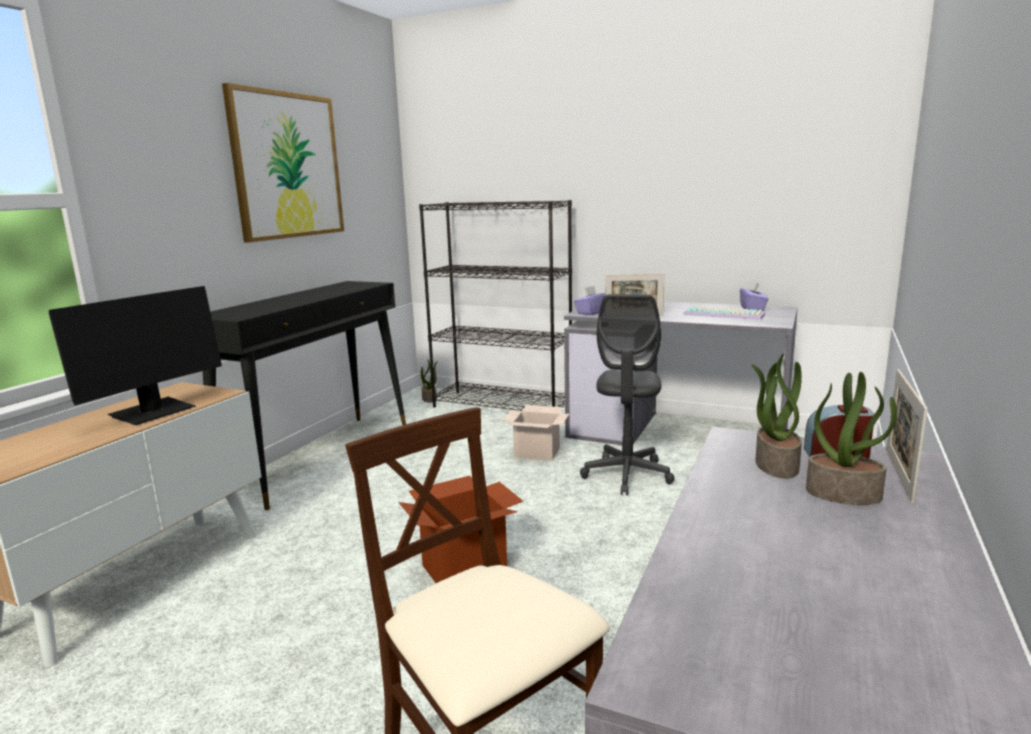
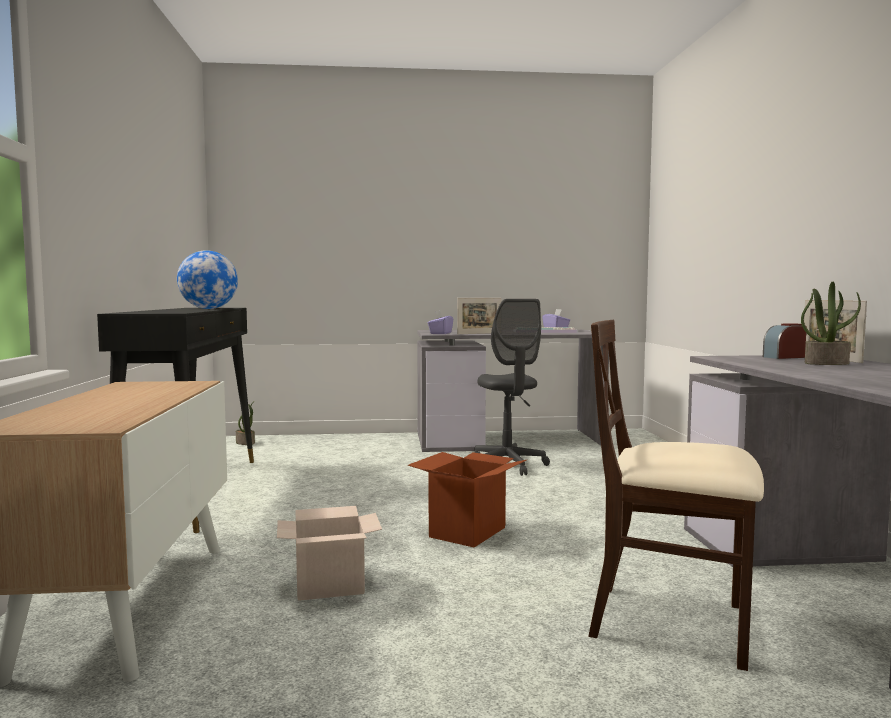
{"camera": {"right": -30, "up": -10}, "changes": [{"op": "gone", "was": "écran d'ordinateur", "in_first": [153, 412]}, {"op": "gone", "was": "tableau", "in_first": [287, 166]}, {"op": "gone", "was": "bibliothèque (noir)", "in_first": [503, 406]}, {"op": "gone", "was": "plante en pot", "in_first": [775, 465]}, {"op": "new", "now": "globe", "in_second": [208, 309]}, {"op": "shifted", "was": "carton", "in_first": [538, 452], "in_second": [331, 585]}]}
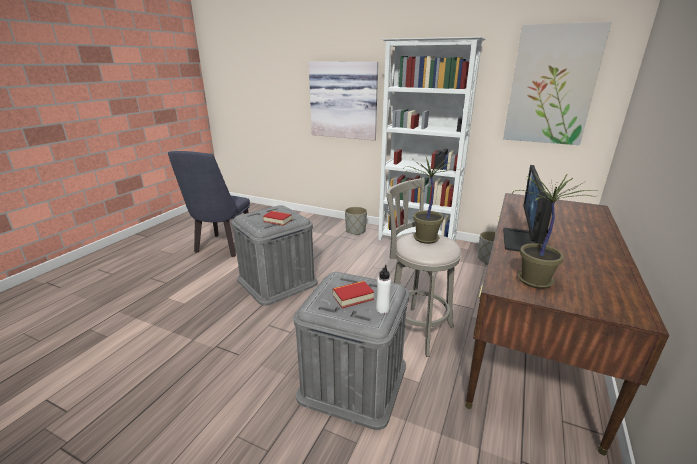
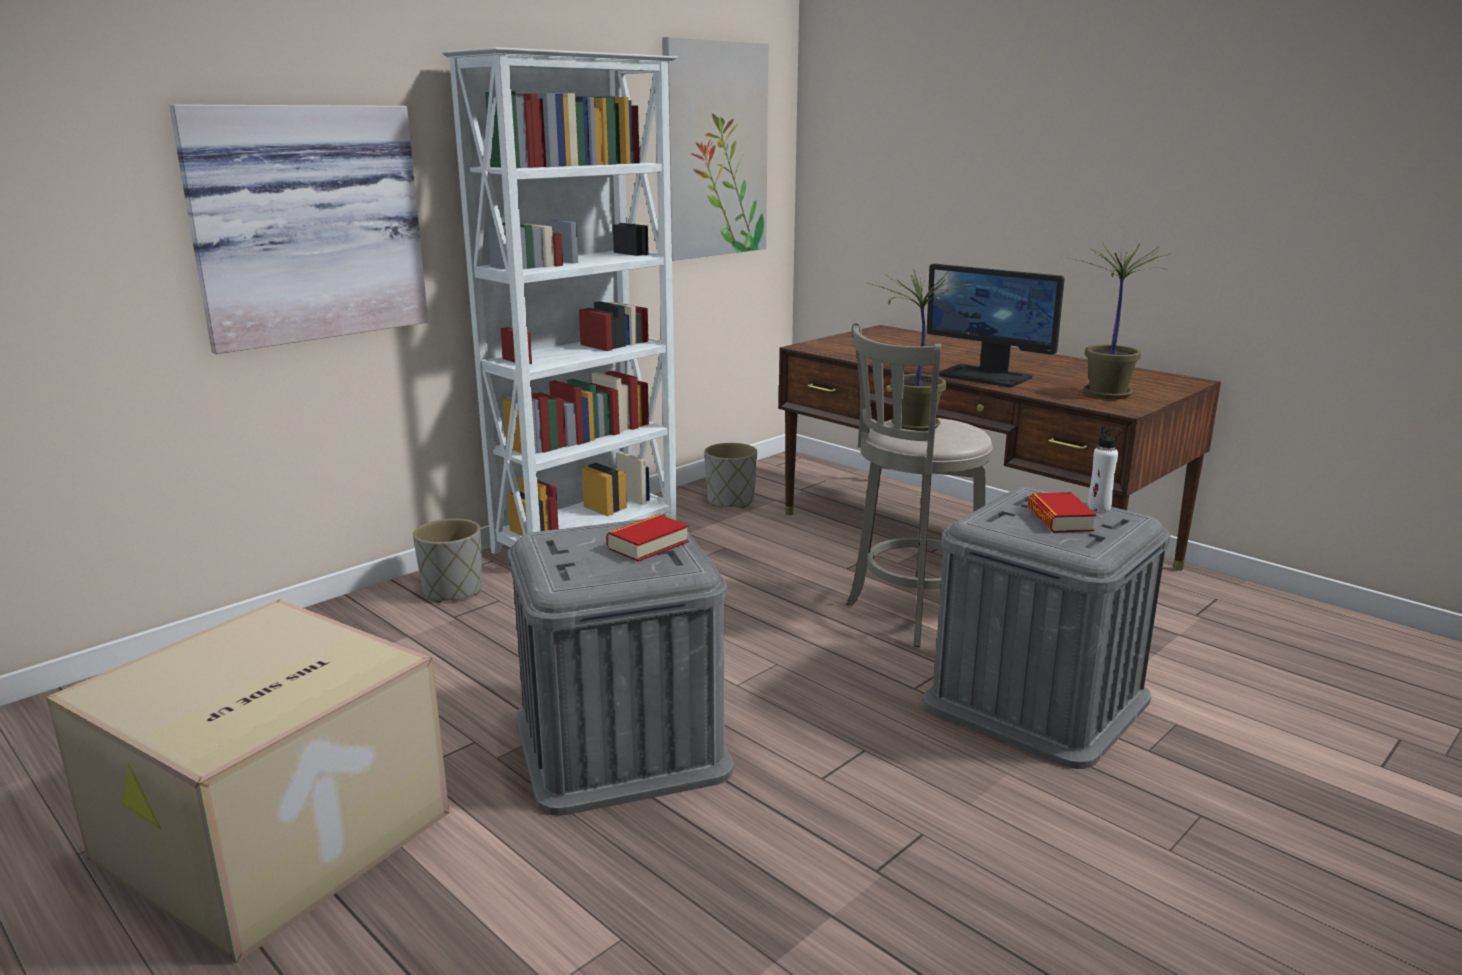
{"camera": {"right": -70, "up": -5}, "changes": [{"op": "swapped", "was": "chaise (bleu)", "now": "carton", "in_first": [221, 248], "in_second": [273, 839]}]}
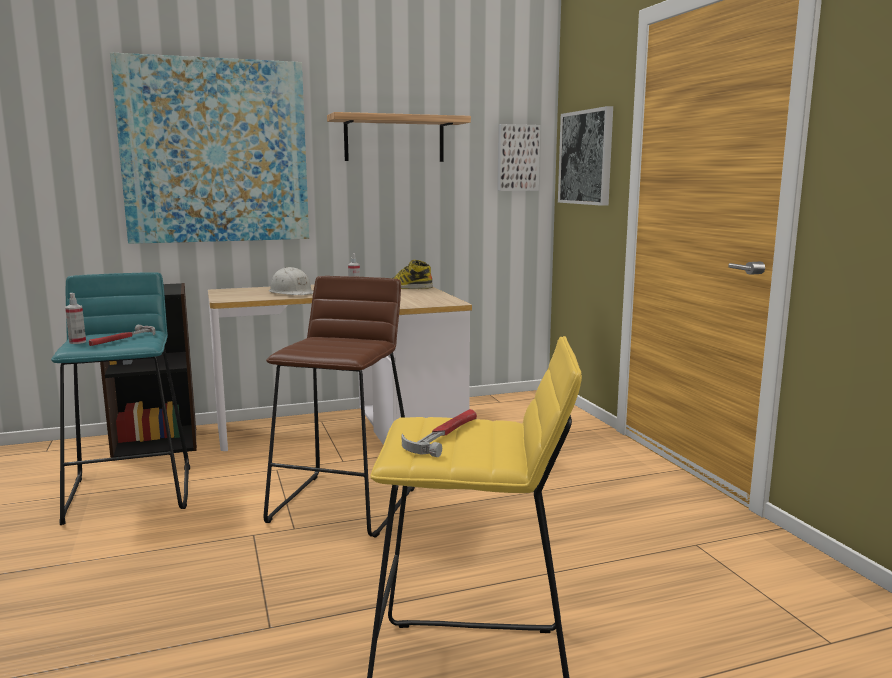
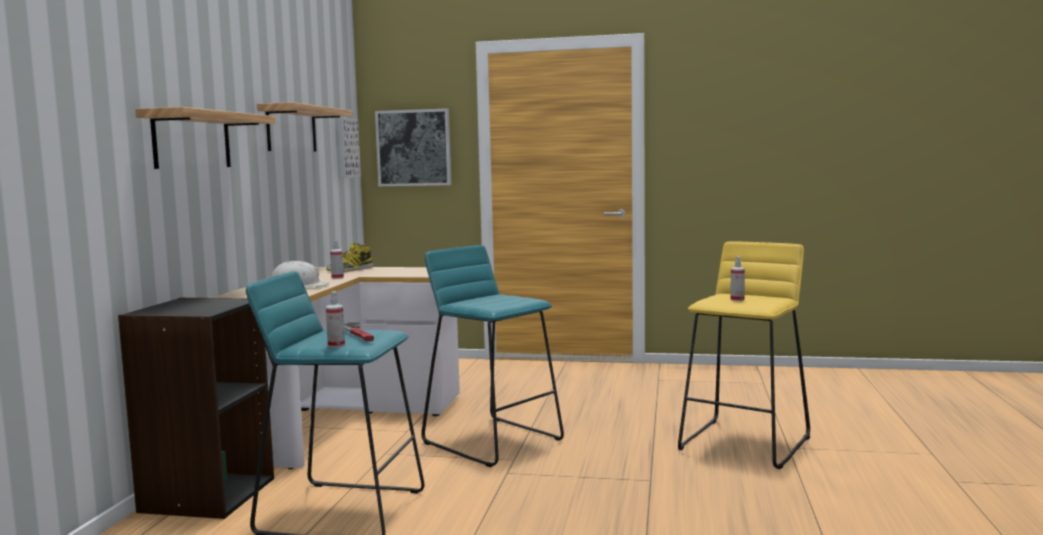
{"camera": {"right": -60, "up": -5}, "changes": [{"op": "swapped", "was": "tableau", "now": "étagère", "in_first": [215, 152], "in_second": [192, 140]}, {"op": "swapped", "was": "marteau", "now": "vaporisateur", "in_first": [443, 435], "in_second": [737, 300]}, {"op": "repainted", "was": "tabouret (marron)", "now": "tabouret (turquoise)", "in_first": [344, 504], "in_second": [493, 441]}]}
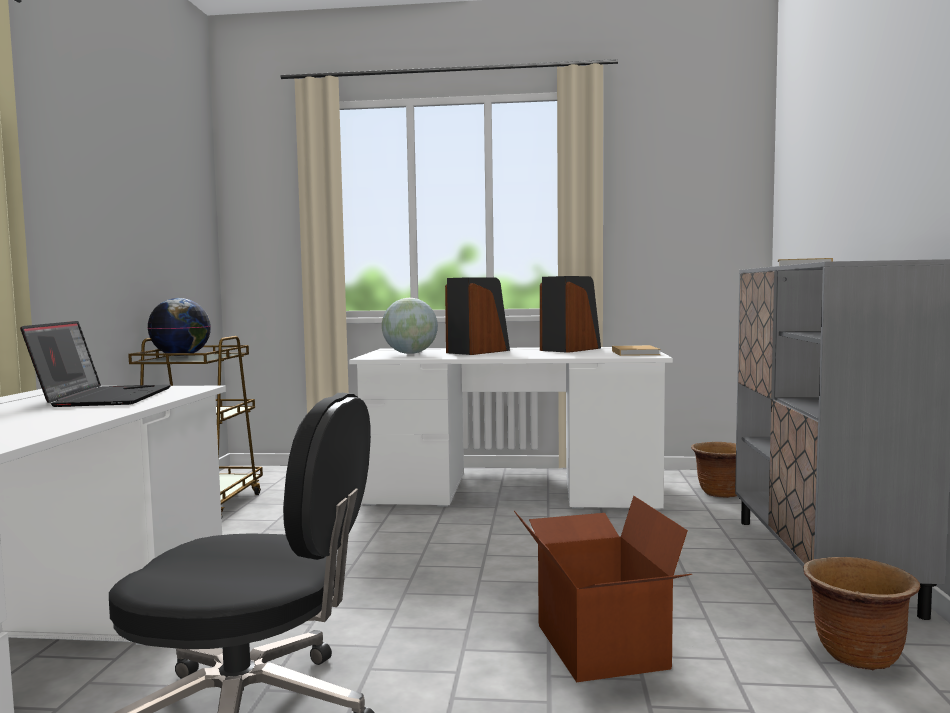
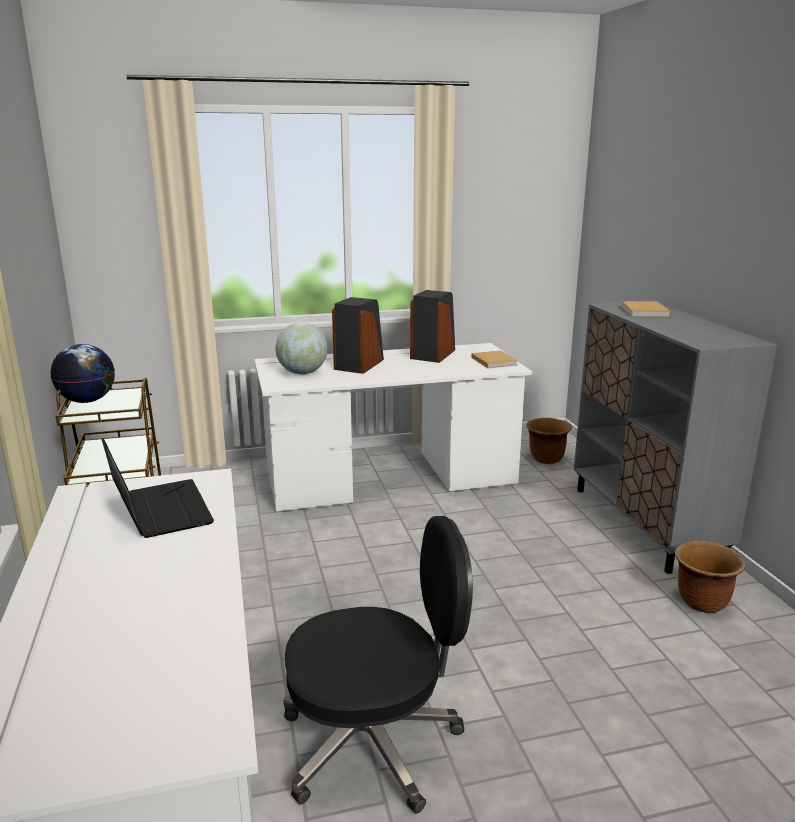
{"camera": {"right": -20, "up": 15}, "changes": [{"op": "gone", "was": "carton", "in_first": [598, 646]}]}
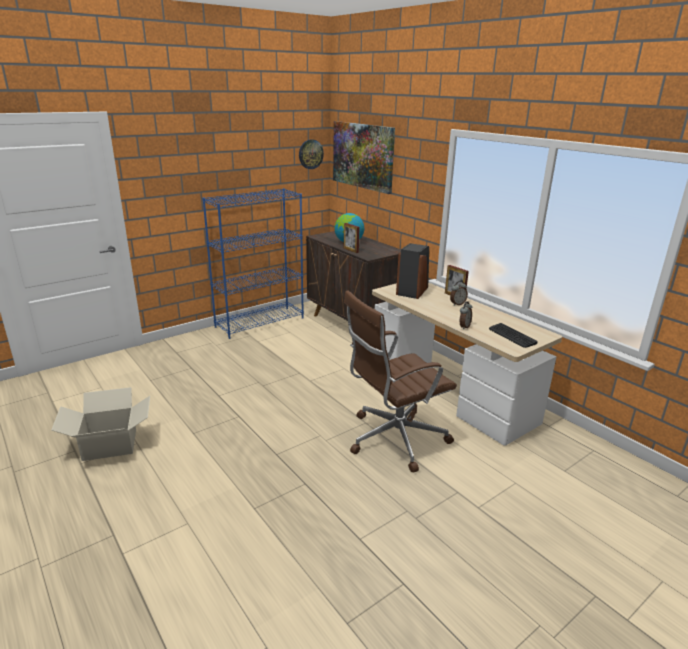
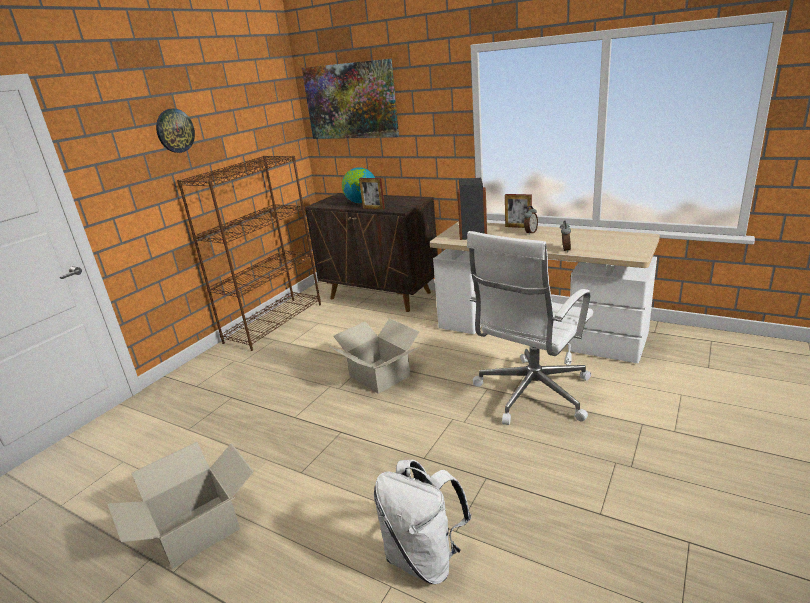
{"camera": {"right": -20, "up": 0}, "changes": [{"op": "gone", "was": "clavier", "in_first": [512, 336]}, {"op": "new", "now": "carton", "in_second": [380, 375]}, {"op": "new", "now": "sac à dos (blanc)", "in_second": [425, 558]}, {"op": "shifted", "was": "horloge murale", "in_first": [310, 154], "in_second": [175, 130]}, {"op": "repainted", "was": "bibliothèque (bleu)", "now": "bibliothèque (marron)", "in_first": [260, 322], "in_second": [274, 322]}, {"op": "repainted", "was": "chaise de bureau (marron)", "now": "chaise de bureau (blanc)", "in_first": [394, 439], "in_second": [531, 394]}]}
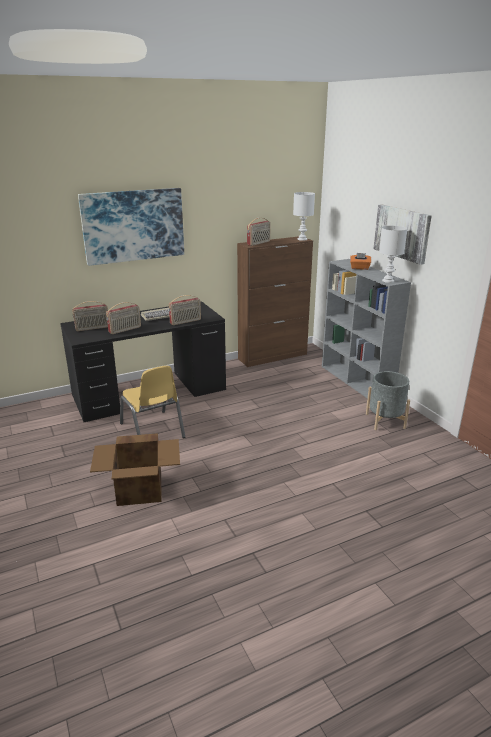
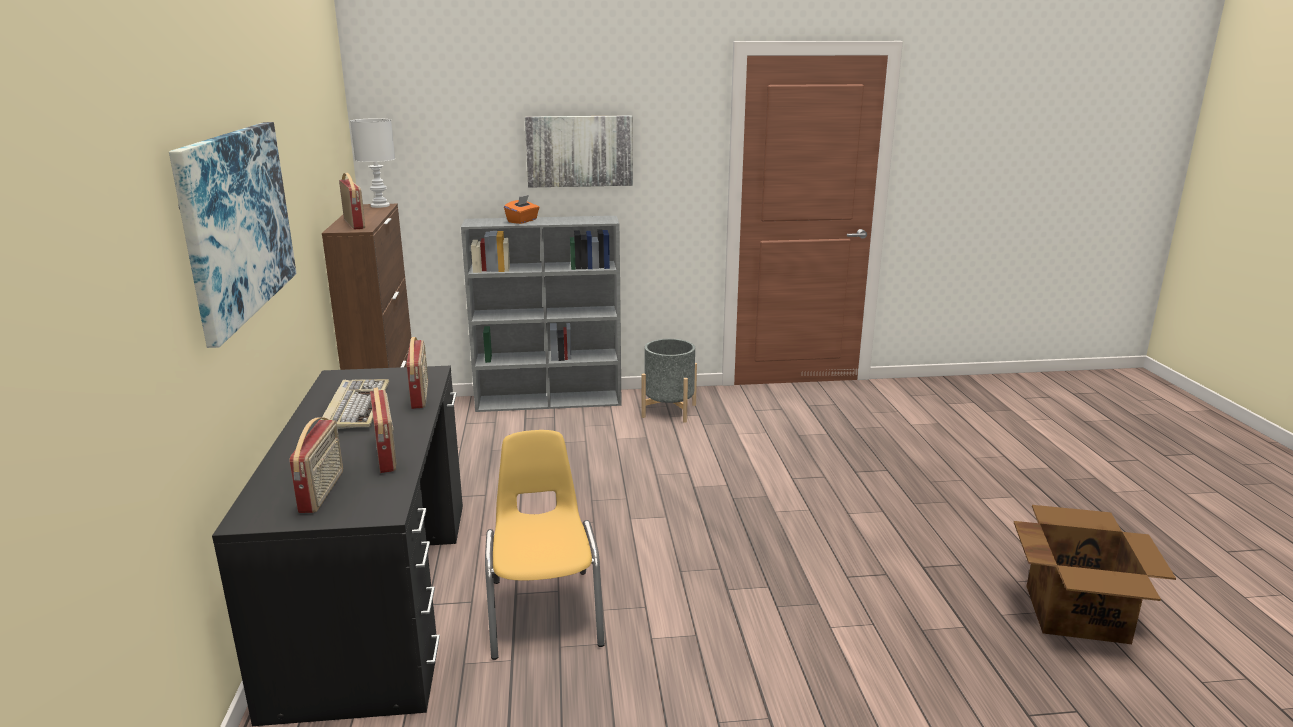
{"camera": {"right": -70, "up": -5}, "changes": [{"op": "gone", "was": "lampe de table (blanc)", "in_first": [388, 281]}, {"op": "shifted", "was": "carton", "in_first": [140, 489], "in_second": [1076, 613]}, {"op": "rotated", "was": "chaise (jaune)", "in_first": [152, 430], "in_second": [544, 612], "clockwise": -90}]}
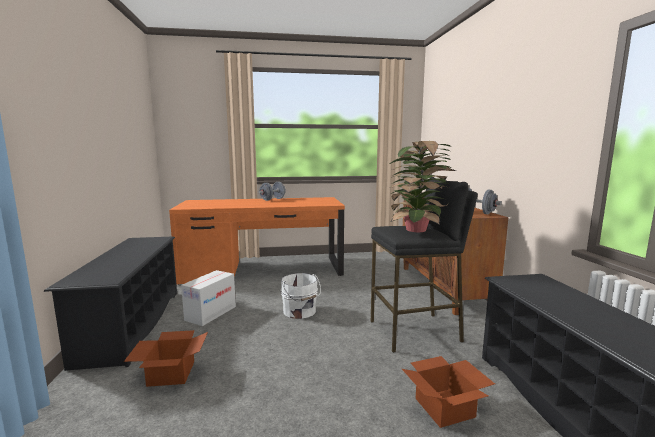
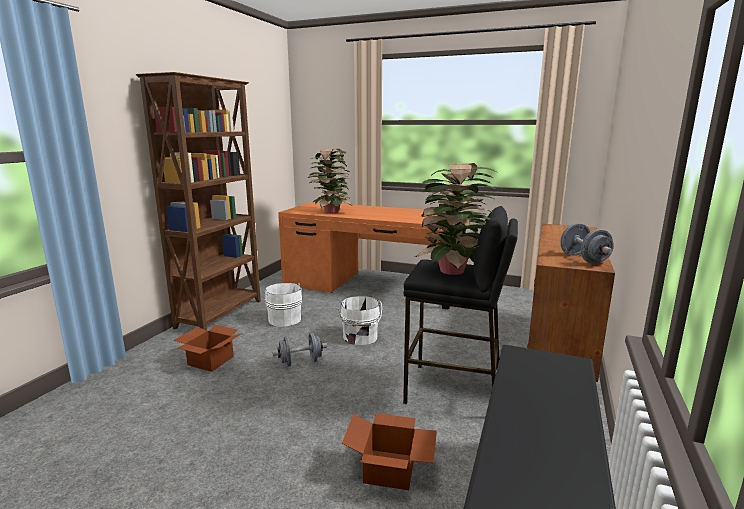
{"camera": {"right": 30, "up": 5}, "changes": [{"op": "new", "now": "plante en pot", "in_second": [331, 212]}, {"op": "shifted", "was": "haltère (gris)", "in_first": [272, 199], "in_second": [300, 362]}, {"op": "swapped", "was": "étagère à chaussures (noir)", "now": "bibliothèque (marron)", "in_first": [132, 324], "in_second": [221, 314]}, {"op": "swapped", "was": "carton", "now": "seau (blanc)", "in_first": [211, 313], "in_second": [284, 319]}]}
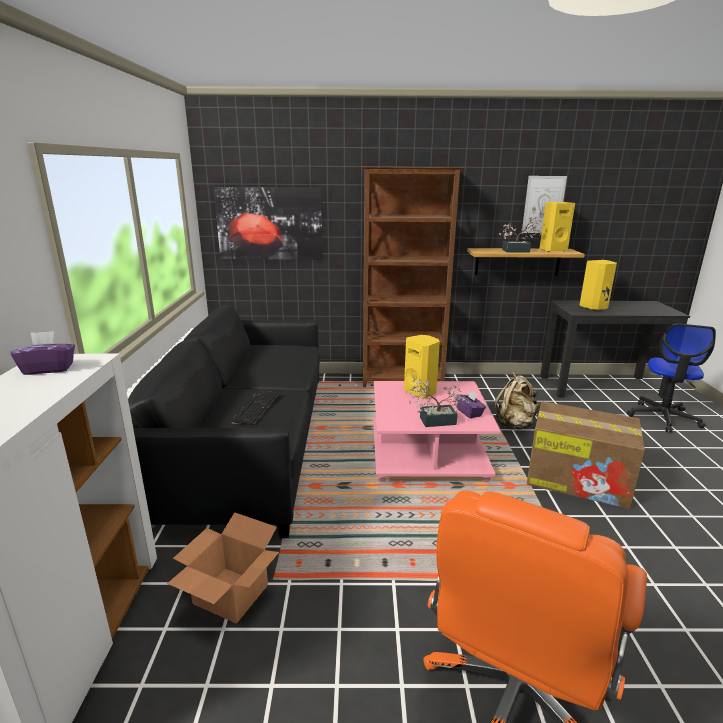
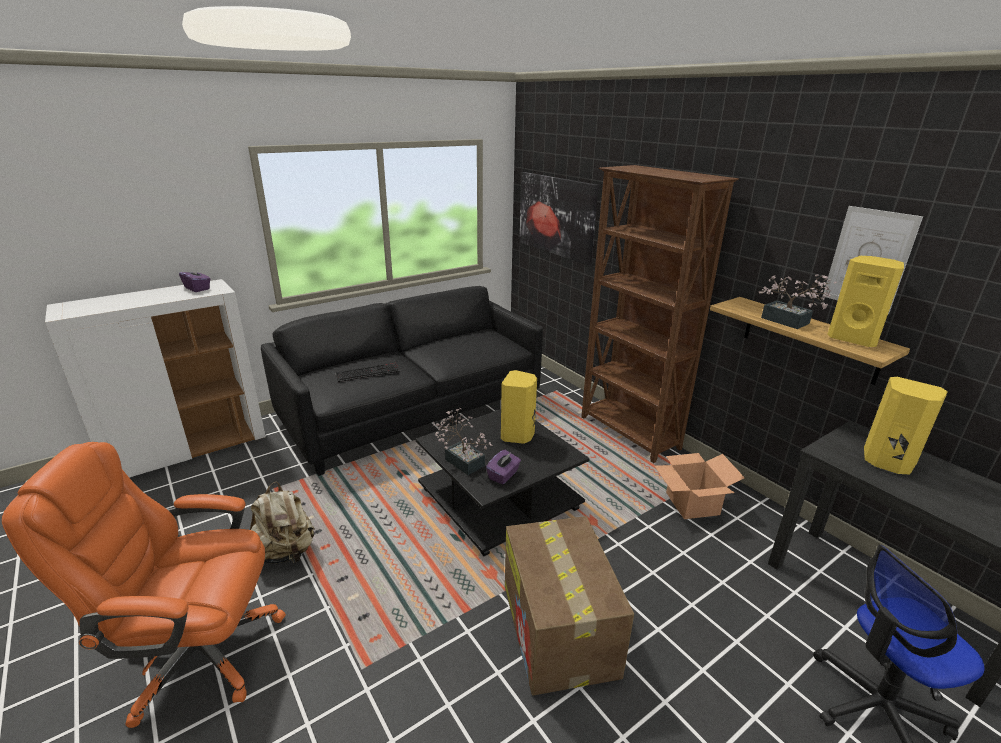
{"camera": {"right": 55, "up": 5}, "changes": [{"op": "shifted", "was": "carton", "in_first": [232, 594], "in_second": [693, 504]}, {"op": "shifted", "was": "sac à dos (beige)", "in_first": [514, 425], "in_second": [286, 552]}, {"op": "repainted", "was": "table basse (rose)", "now": "table basse (noir)", "in_first": [426, 452], "in_second": [499, 498]}]}
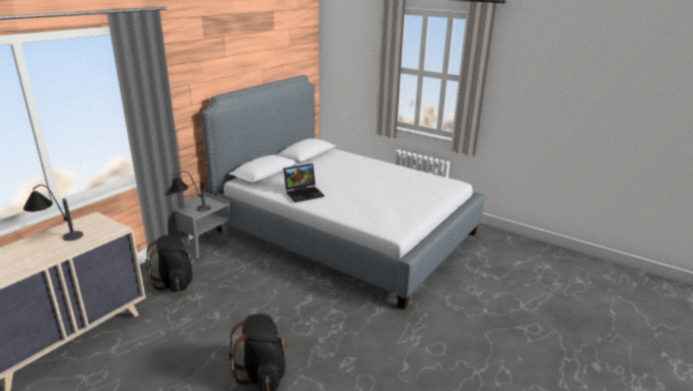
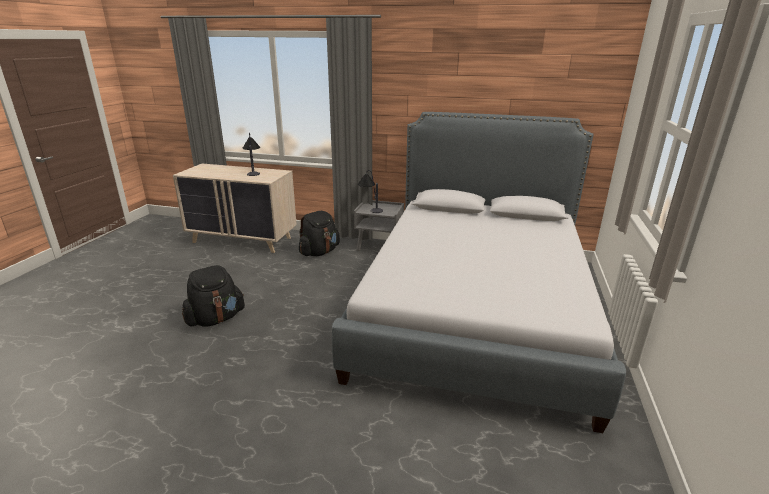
{"camera": {"right": 70, "up": 0}, "changes": [{"op": "gone", "was": "ordinateur portable", "in_first": [304, 193]}]}
